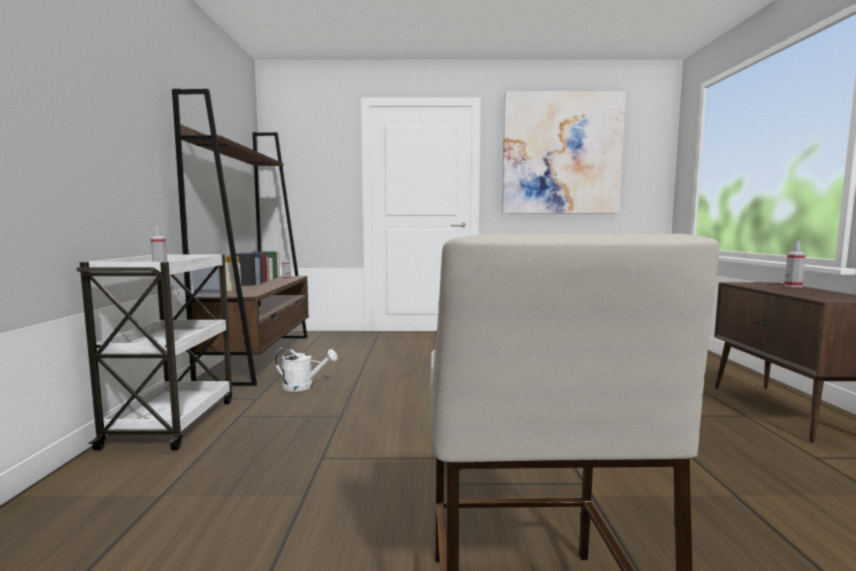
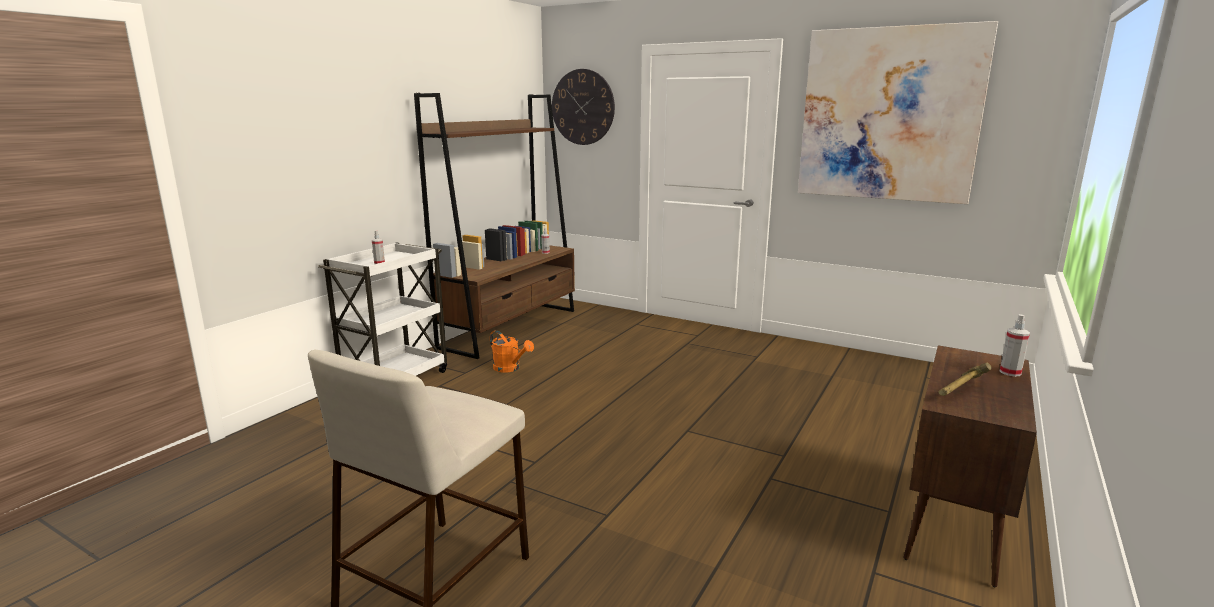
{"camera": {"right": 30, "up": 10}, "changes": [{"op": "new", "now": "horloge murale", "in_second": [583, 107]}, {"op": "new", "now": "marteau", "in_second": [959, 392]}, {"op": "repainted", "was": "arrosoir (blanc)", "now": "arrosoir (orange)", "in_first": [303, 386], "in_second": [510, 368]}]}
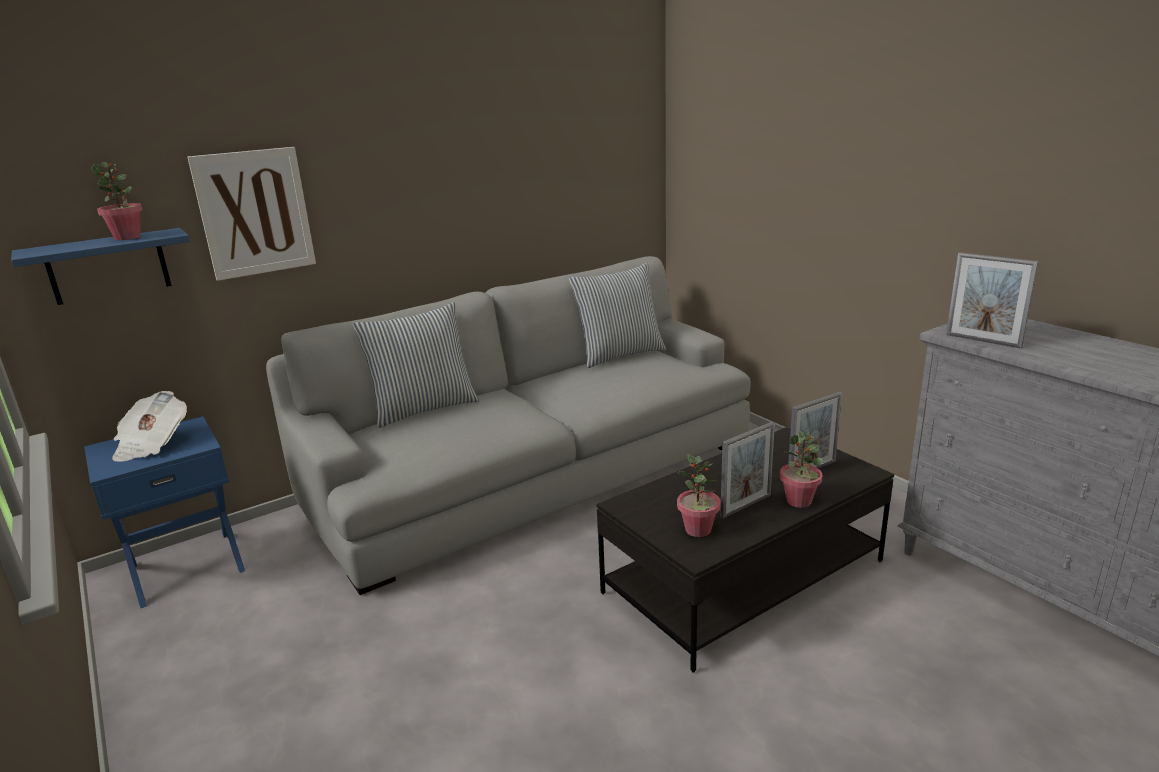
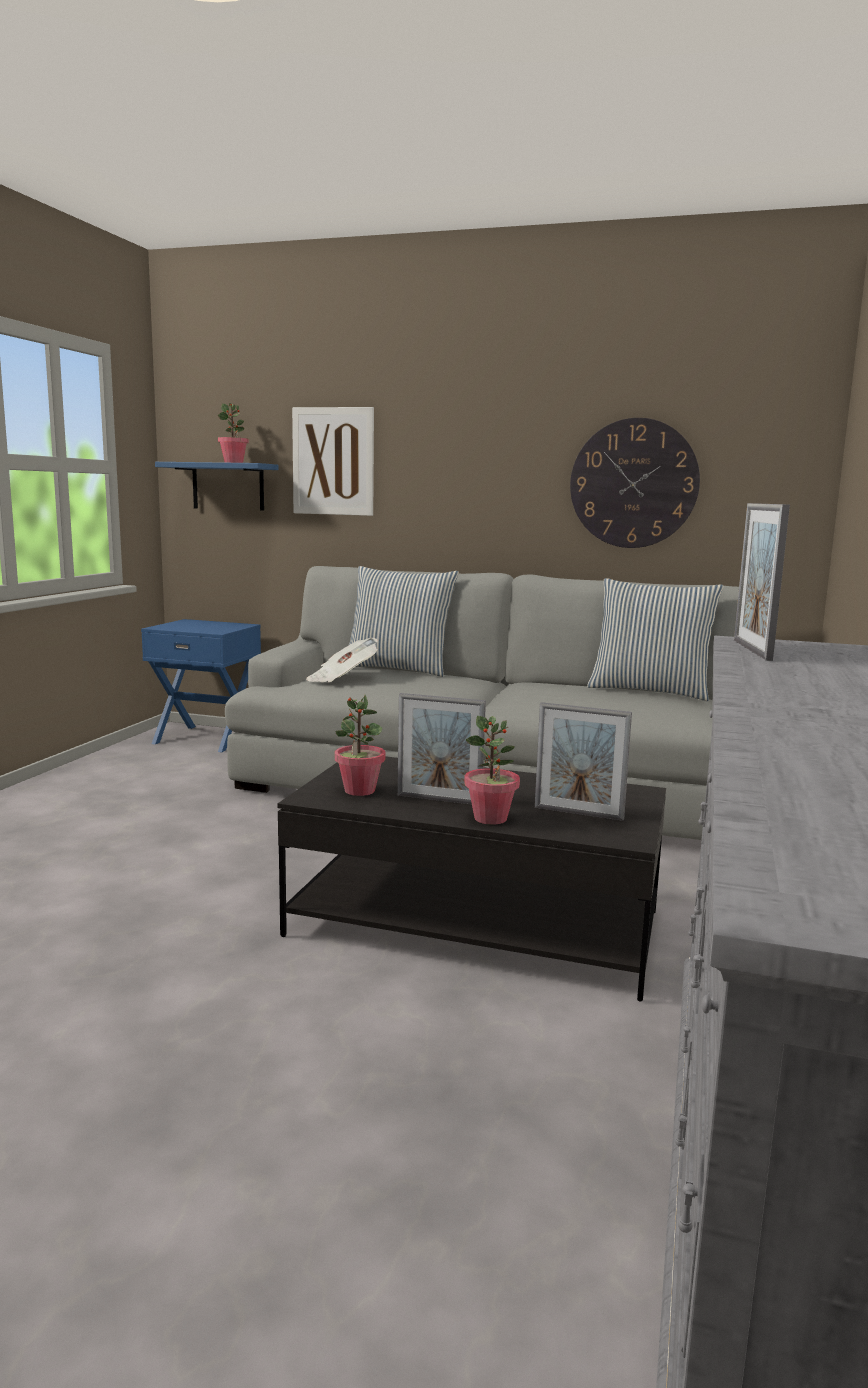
{"camera": {"right": 50, "up": -10}, "changes": [{"op": "new", "now": "horloge murale", "in_second": [633, 483]}, {"op": "shifted", "was": "journal", "in_first": [151, 445], "in_second": [342, 679]}]}
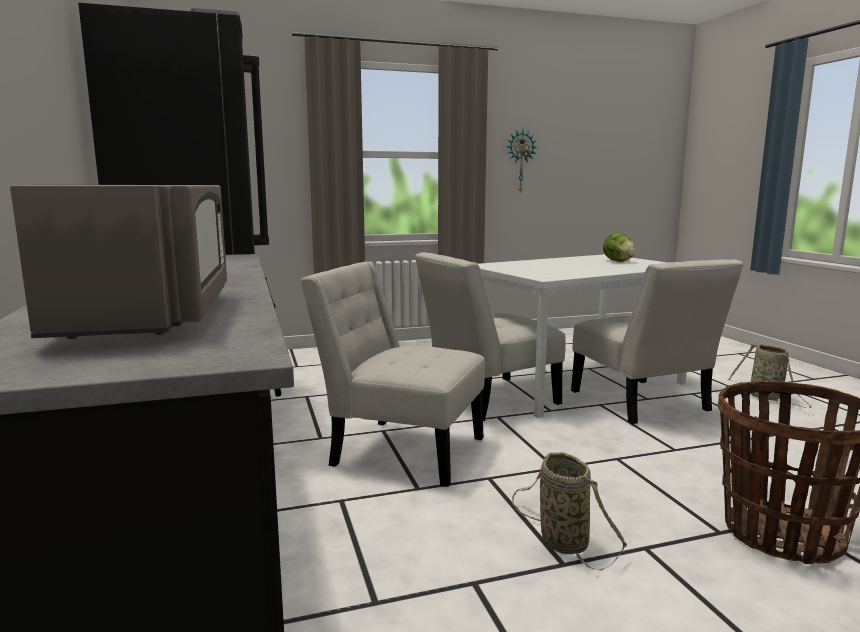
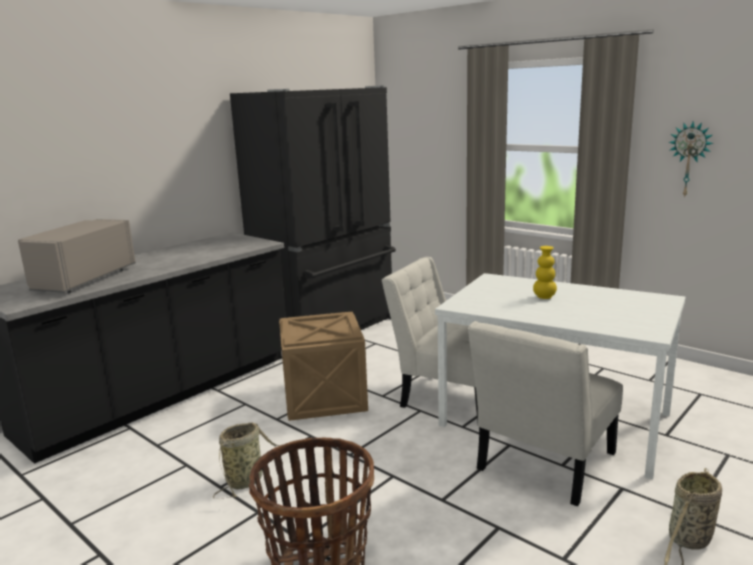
{"camera": {"right": 60, "up": 5}, "changes": [{"op": "gone", "was": "laitue", "in_first": [618, 261]}, {"op": "new", "now": "vase (jaune)", "in_second": [544, 297]}, {"op": "swapped", "was": "chaise (blanc)", "now": "caisse", "in_first": [400, 450], "in_second": [324, 397]}, {"op": "rotated", "was": "micro-ondes (gris)", "in_first": [151, 314], "in_second": [83, 279], "clockwise": 150}]}
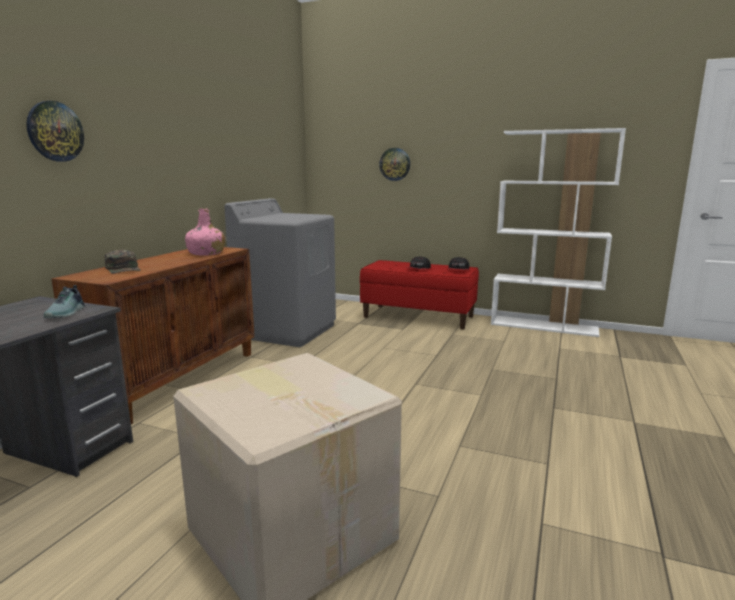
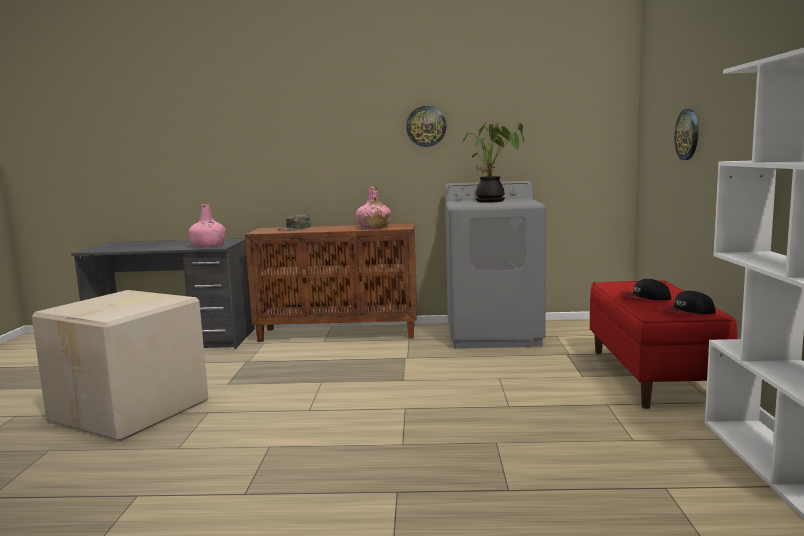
{"camera": {"right": 70, "up": -5}, "changes": [{"op": "new", "now": "plante en pot", "in_second": [492, 201]}, {"op": "shifted", "was": "horloge murale", "in_first": [55, 131], "in_second": [426, 126]}, {"op": "swapped", "was": "chaussure", "now": "bouteille (rose)", "in_first": [67, 313], "in_second": [208, 246]}]}
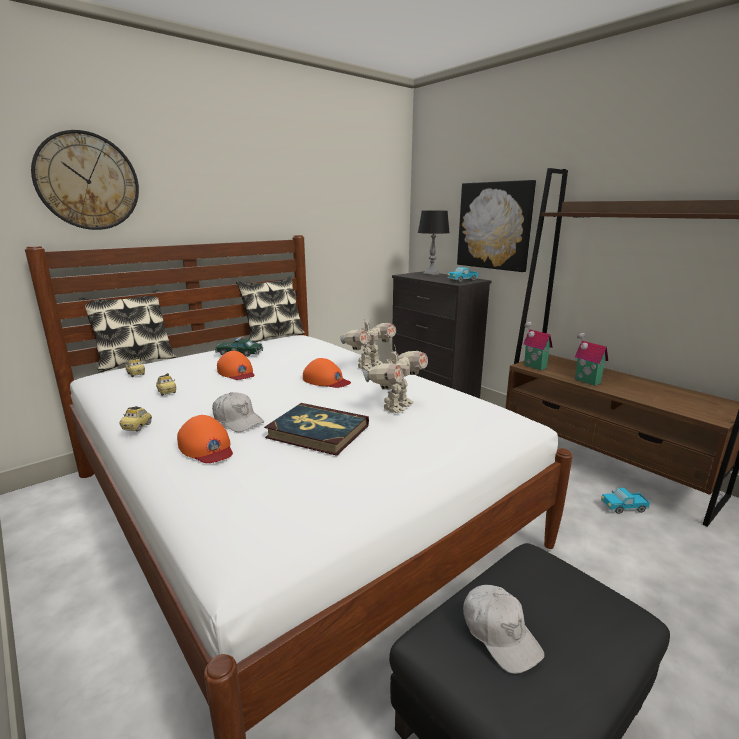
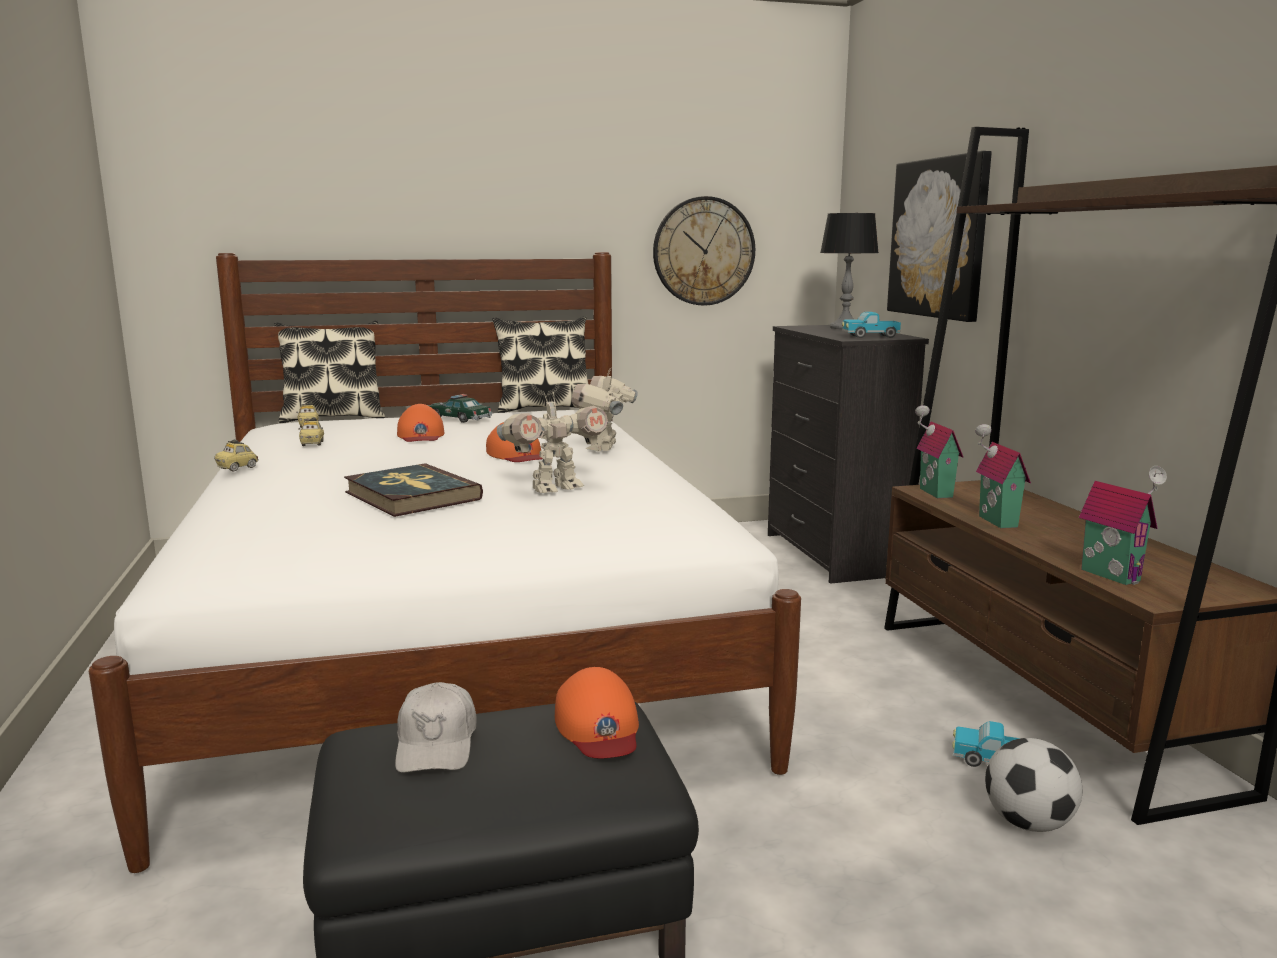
{"camera": {"right": 25, "up": -5}, "changes": [{"op": "gone", "was": "casquette (blanc)", "in_first": [238, 420]}, {"op": "new", "now": "ballon de foot", "in_second": [1028, 823]}, {"op": "new", "now": "maison miniature", "in_second": [1113, 575]}, {"op": "shifted", "was": "horloge murale", "in_first": [87, 181], "in_second": [703, 251]}, {"op": "shifted", "was": "casquette (orange)", "in_first": [206, 447], "in_second": [598, 726]}, {"op": "rotated", "was": "robot jouet", "in_first": [368, 366], "in_second": [604, 448], "clockwise": 120}]}
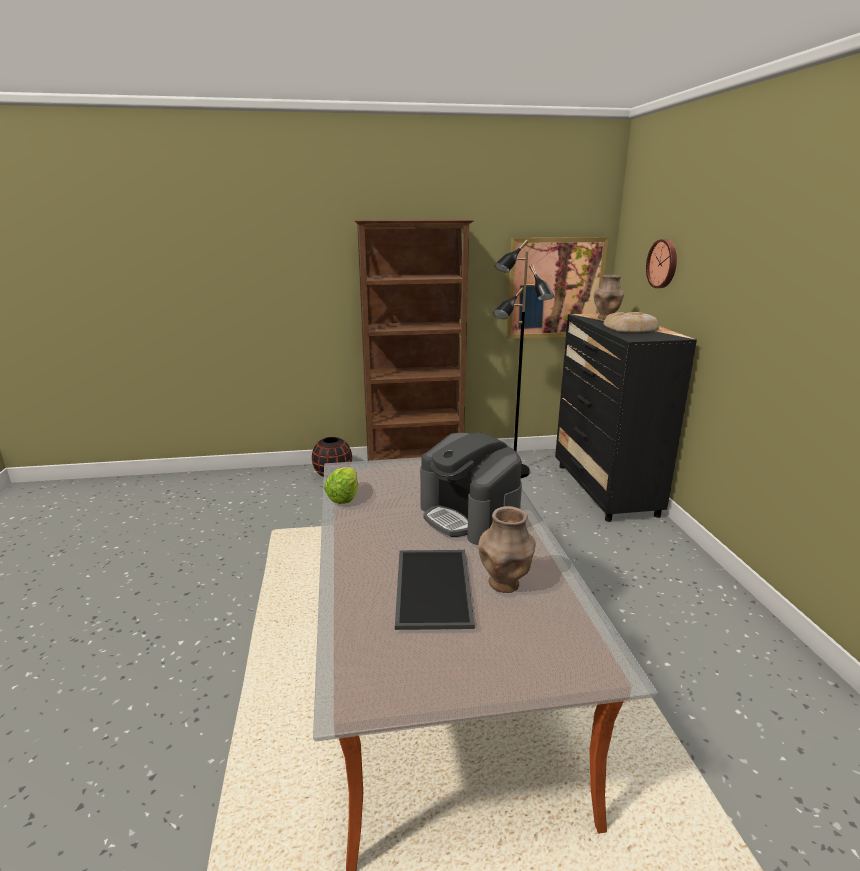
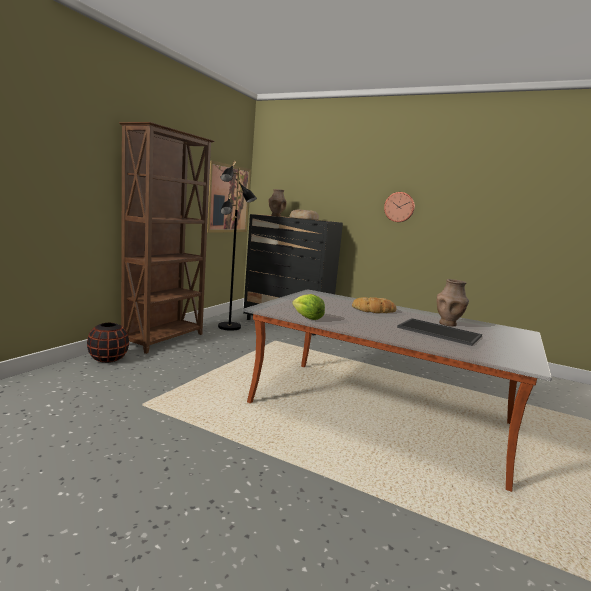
{"camera": {"right": -55, "up": -10}, "changes": [{"op": "shifted", "was": "horloge murale", "in_first": [663, 264], "in_second": [399, 207]}, {"op": "swapped", "was": "machine à café", "now": "pain", "in_first": [469, 516], "in_second": [374, 310]}]}
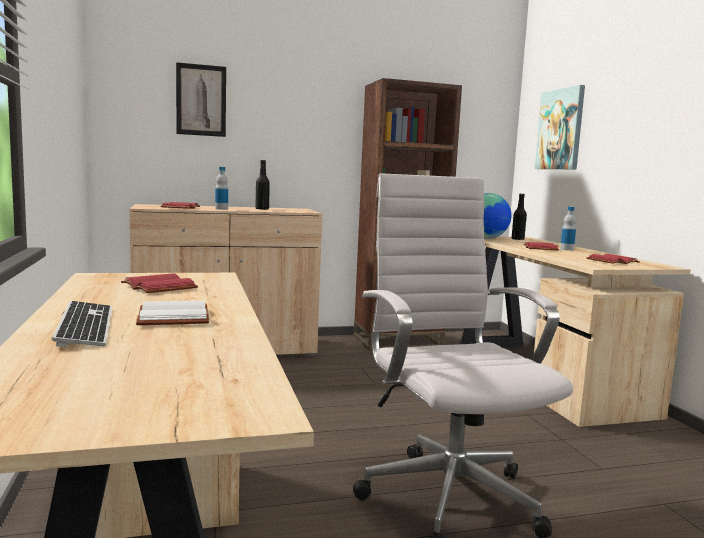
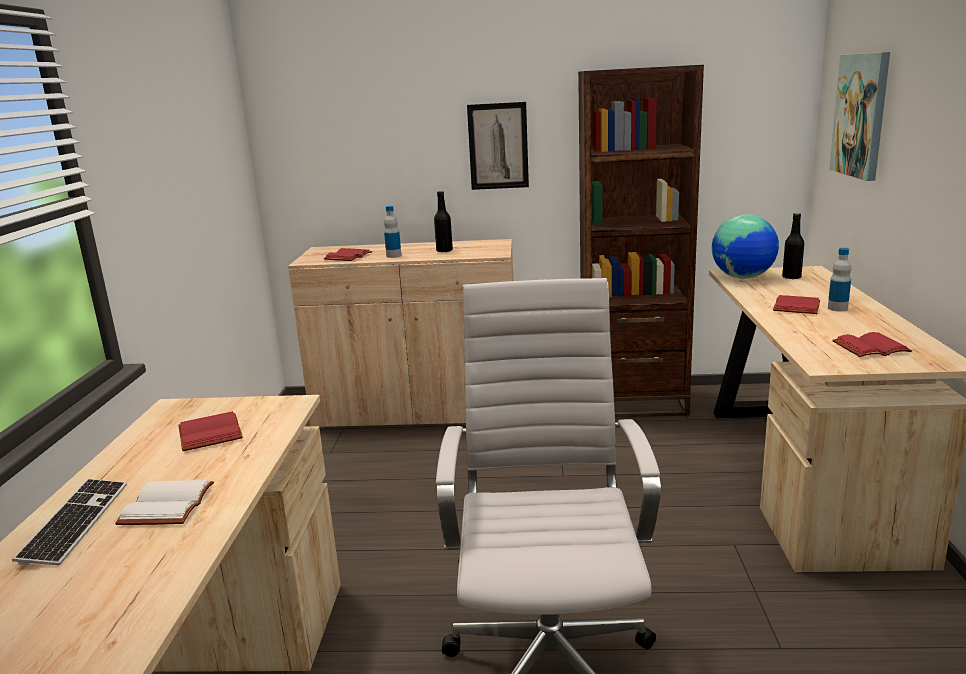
{"camera": {"right": 20, "up": 10}, "changes": [{"op": "shifted", "was": "tableau", "in_first": [201, 100], "in_second": [498, 146]}]}
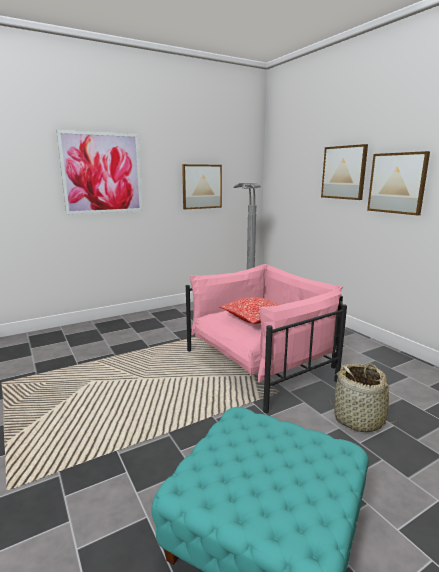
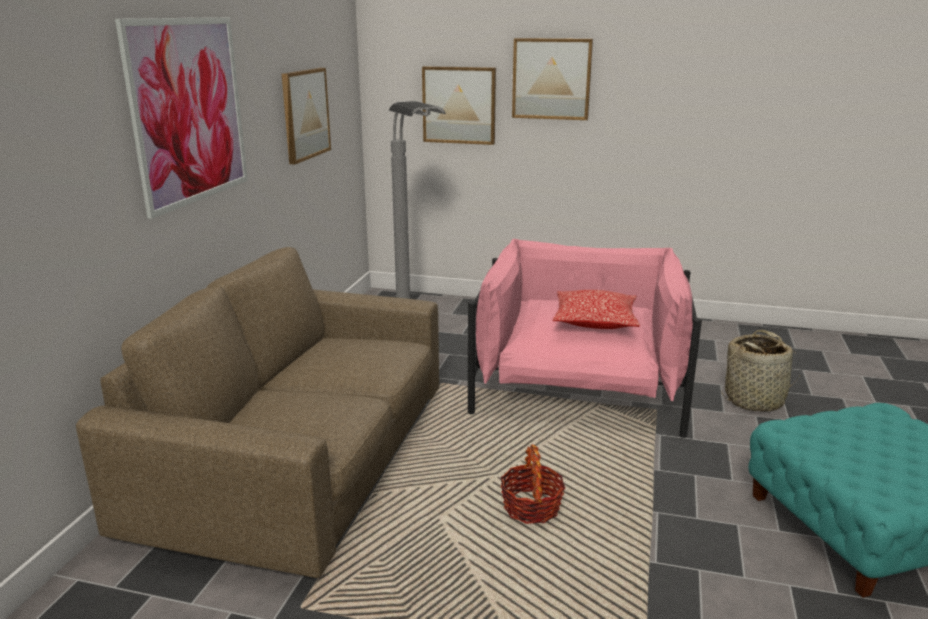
{"camera": {"right": -45, "up": 5}, "changes": [{"op": "new", "now": "canapé (marron)", "in_second": [301, 456]}, {"op": "new", "now": "panier", "in_second": [531, 507]}, {"op": "shifted", "was": "tableau", "in_first": [397, 183], "in_second": [459, 105]}]}
